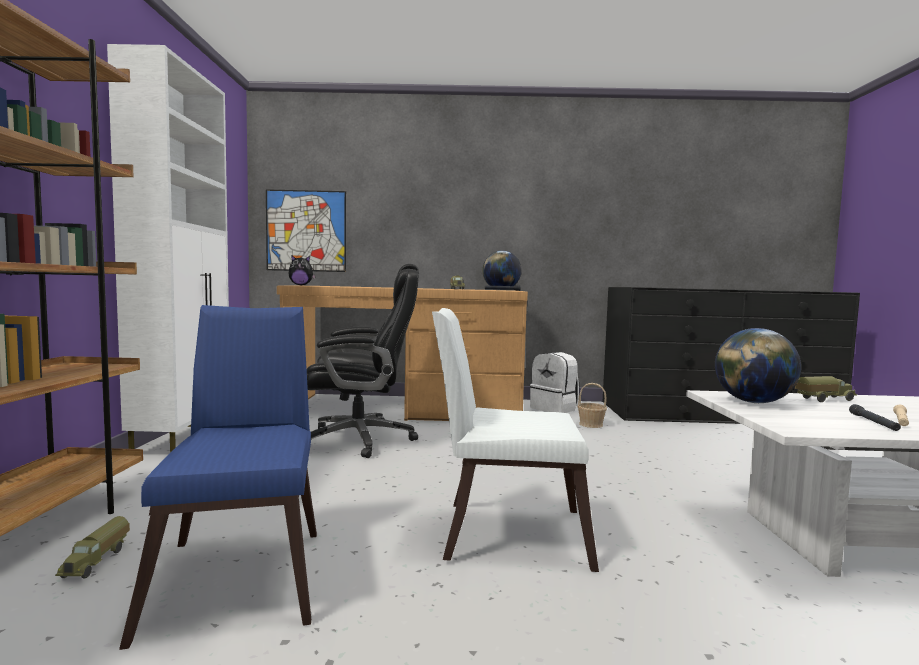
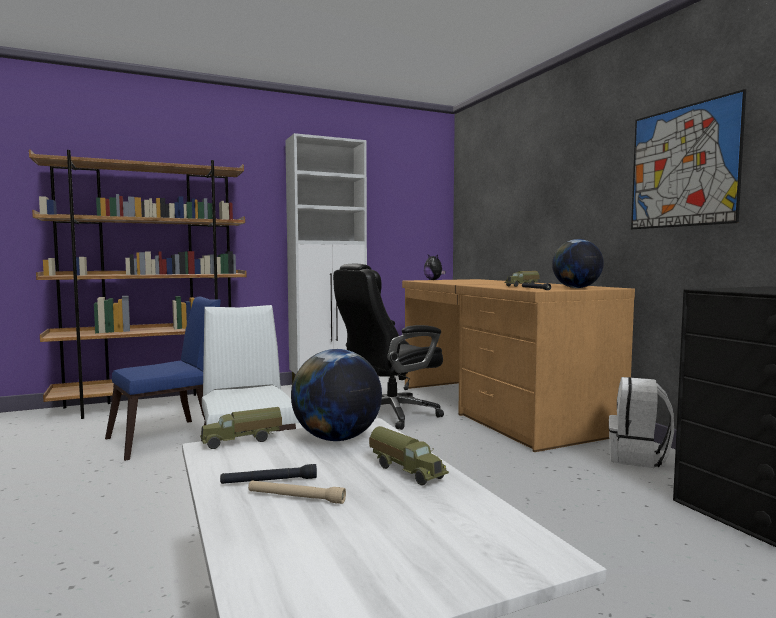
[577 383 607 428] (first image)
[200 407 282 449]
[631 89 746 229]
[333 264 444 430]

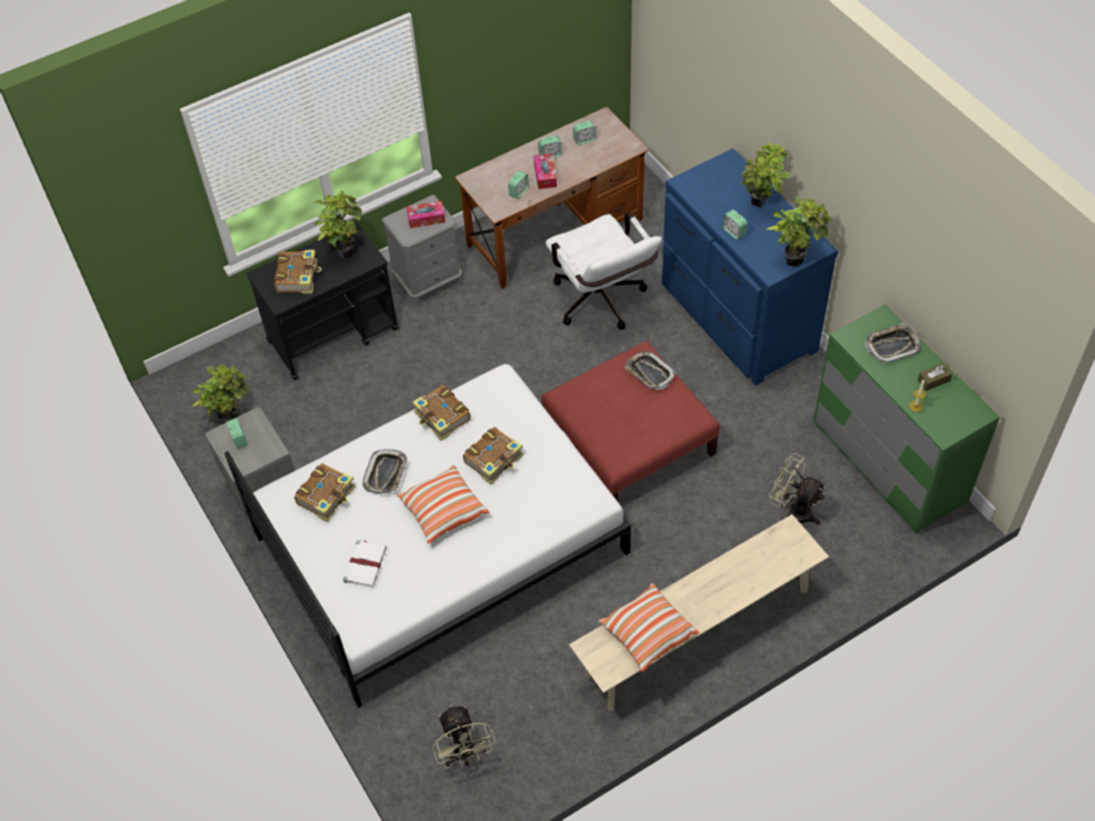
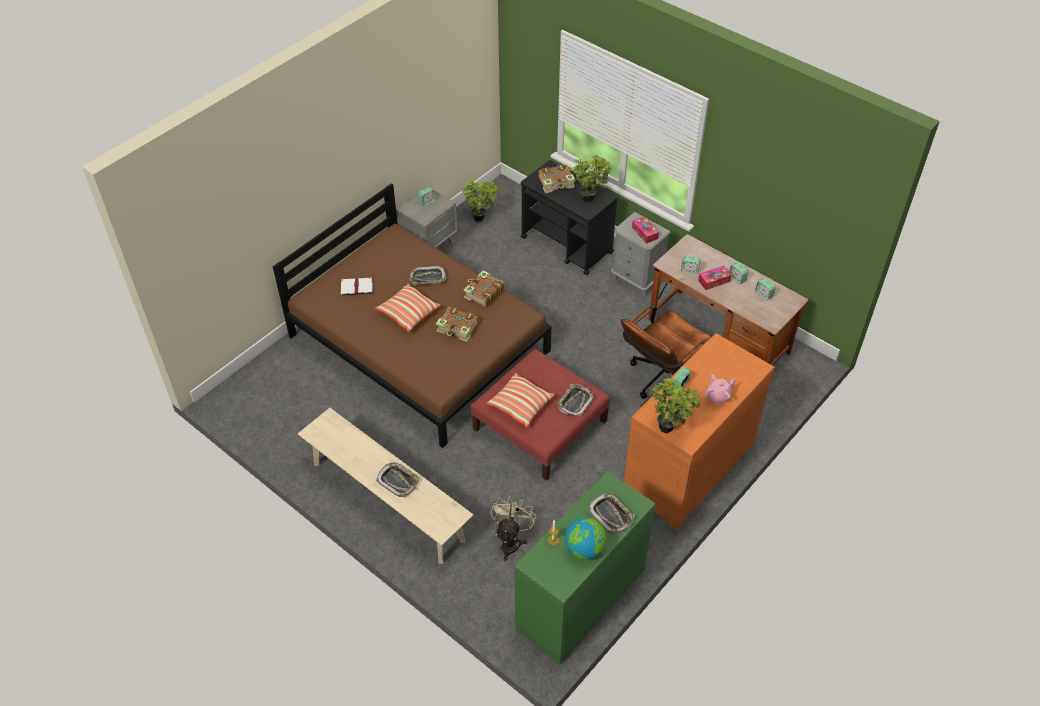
[294 463 356 522] (first image)
[433 705 496 768] (first image)
[376 462 419 497]
[486 373 555 428]
[704 374 736 404]
[565 517 607 560]
[273 183 552 448]
[621 305 712 399]
[624 333 775 531]

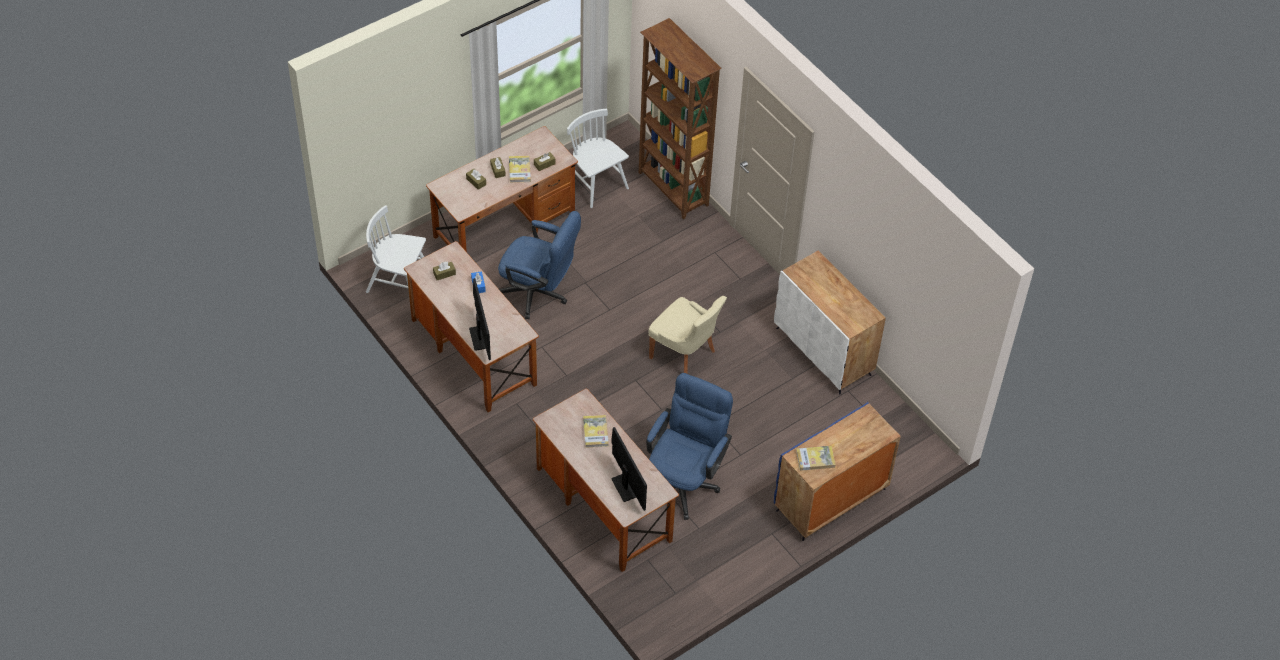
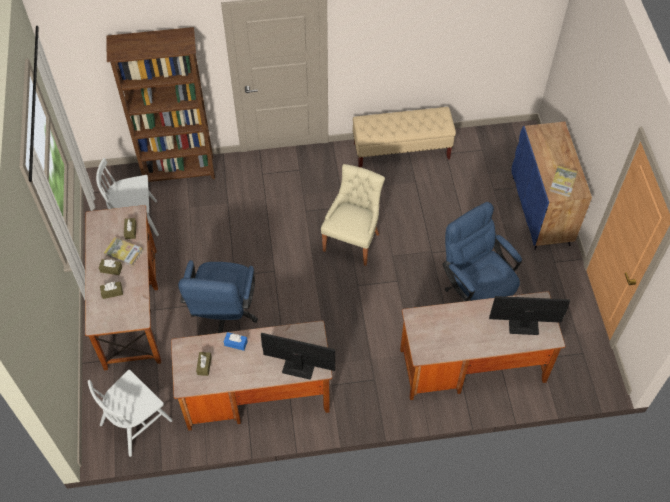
[583 415 609 448] (first image)
[352 107 456 168]
[178 260 258 333]
[321 164 385 266]

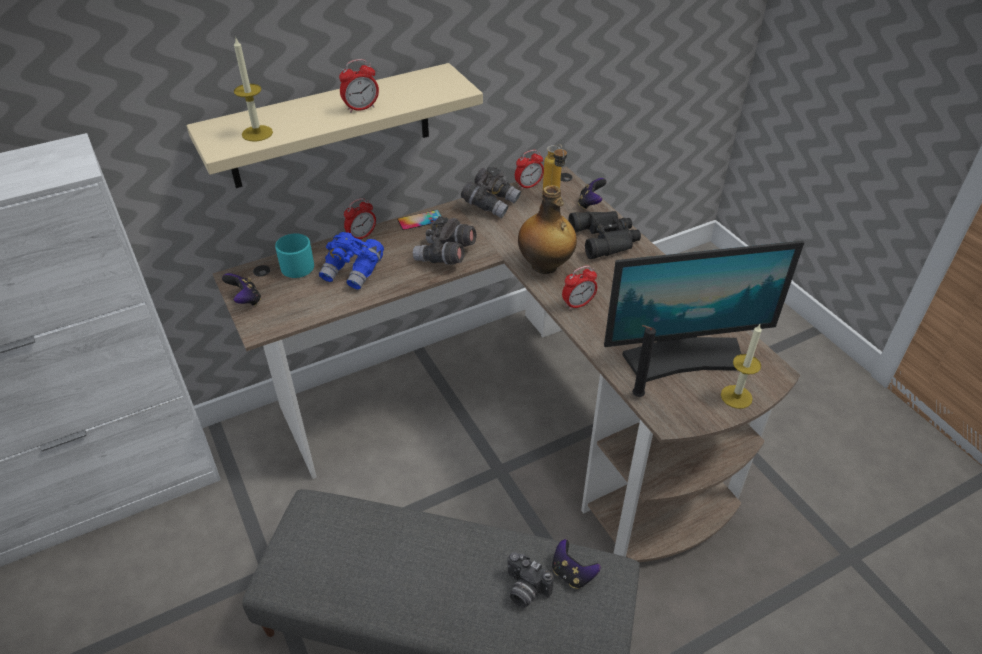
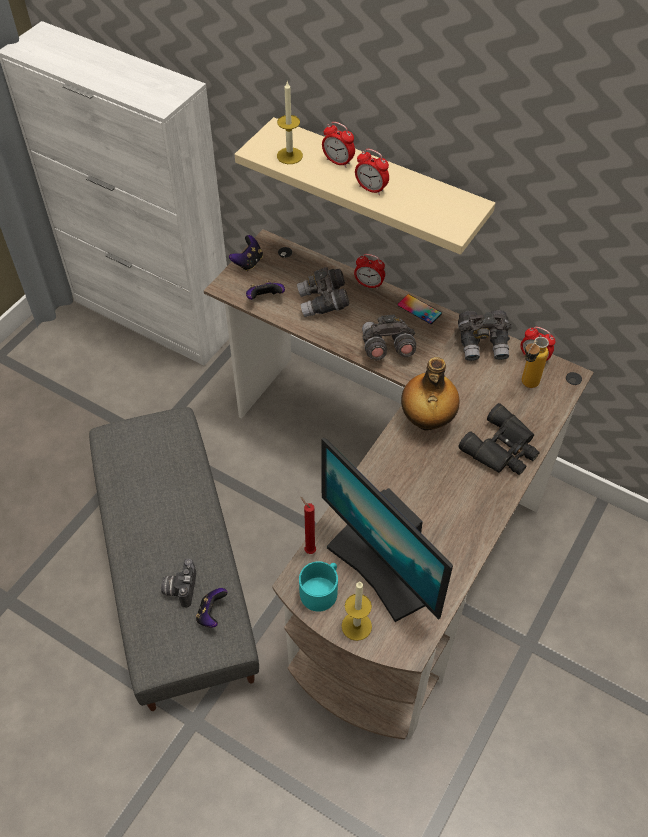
[299 561 338 612]
[322 122 355 168]
[246 280 285 300]
[297 267 350 317]
[300 497 316 554]

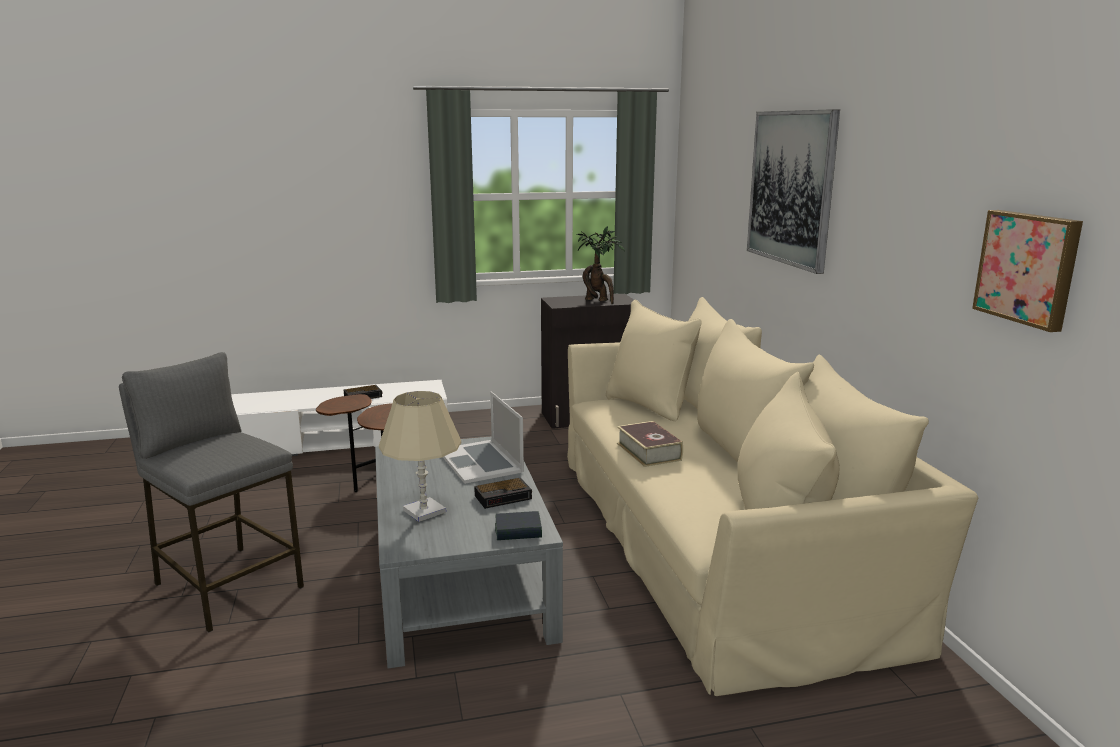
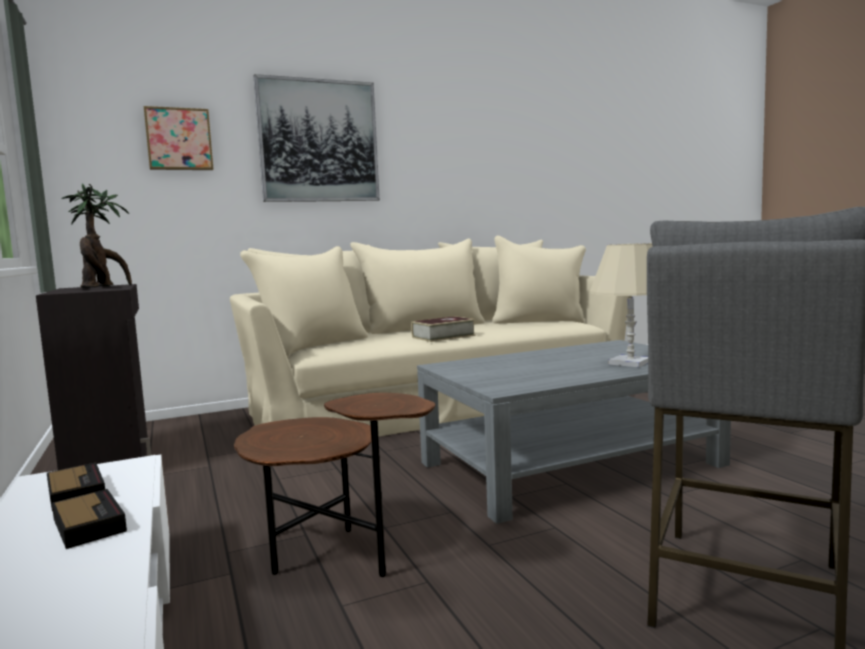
[443 391 524 484] (first image)
[495 511 542 540] (first image)
[47 463 105 511]
[144 106 213 170]

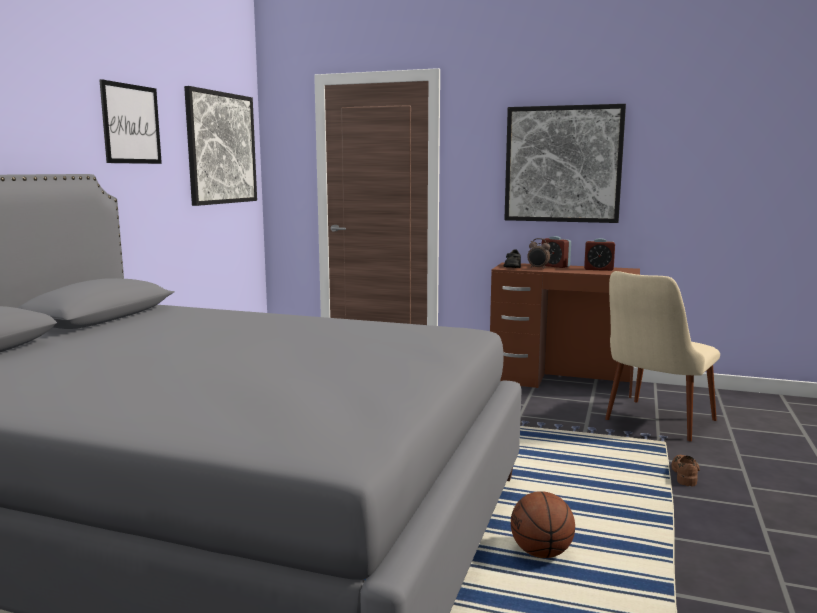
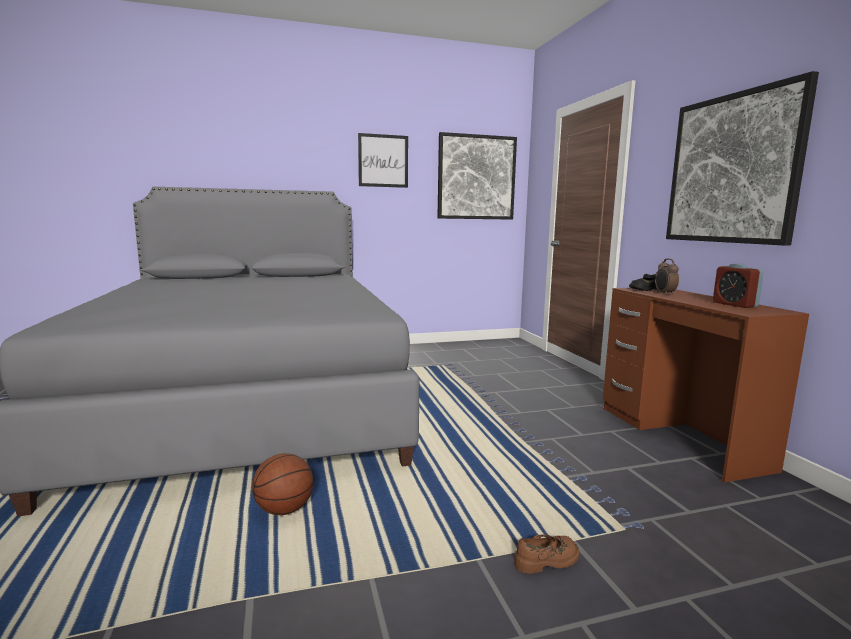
[542 236 571 268] (first image)
[605 271 720 441] (first image)

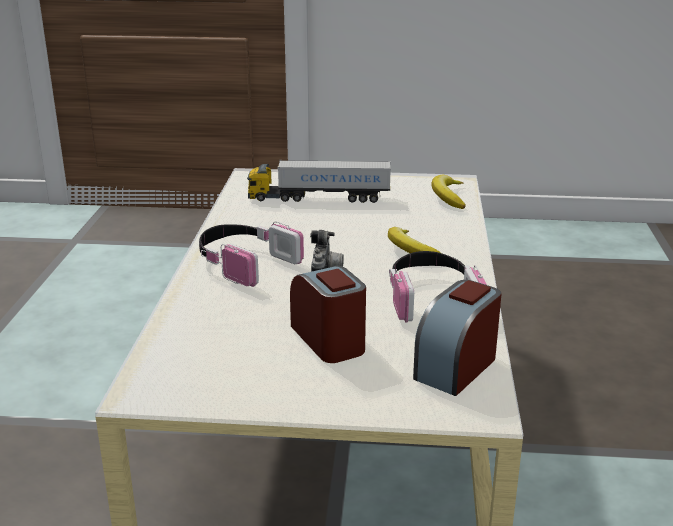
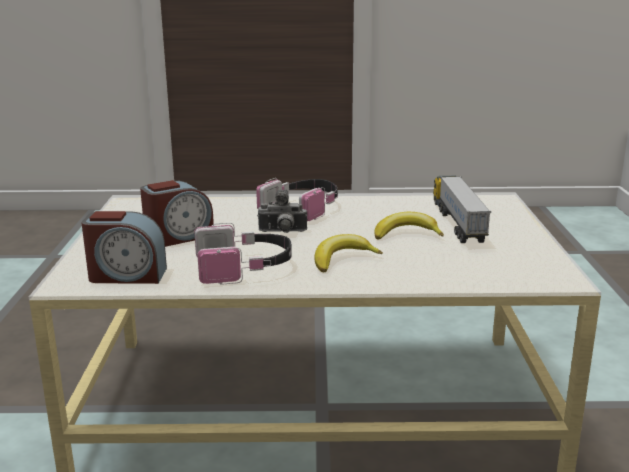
[375 212 444 240]
[82 211 167 284]

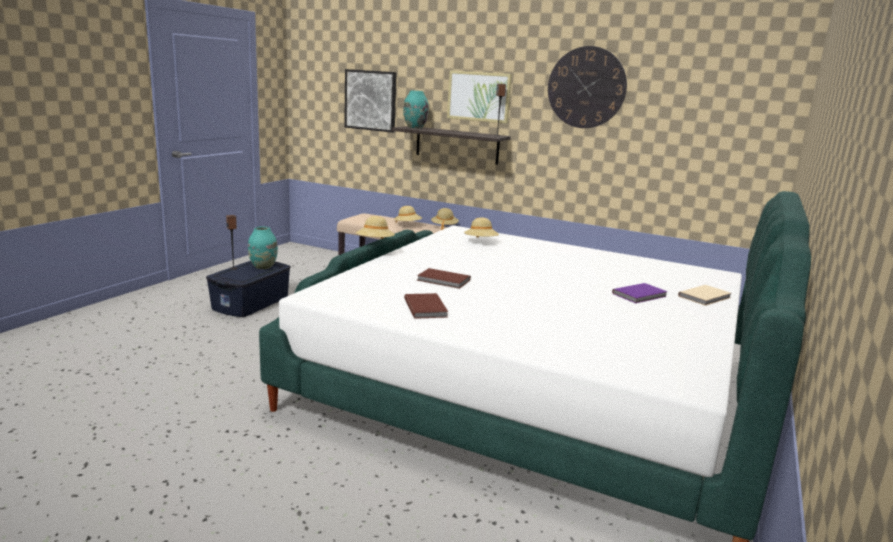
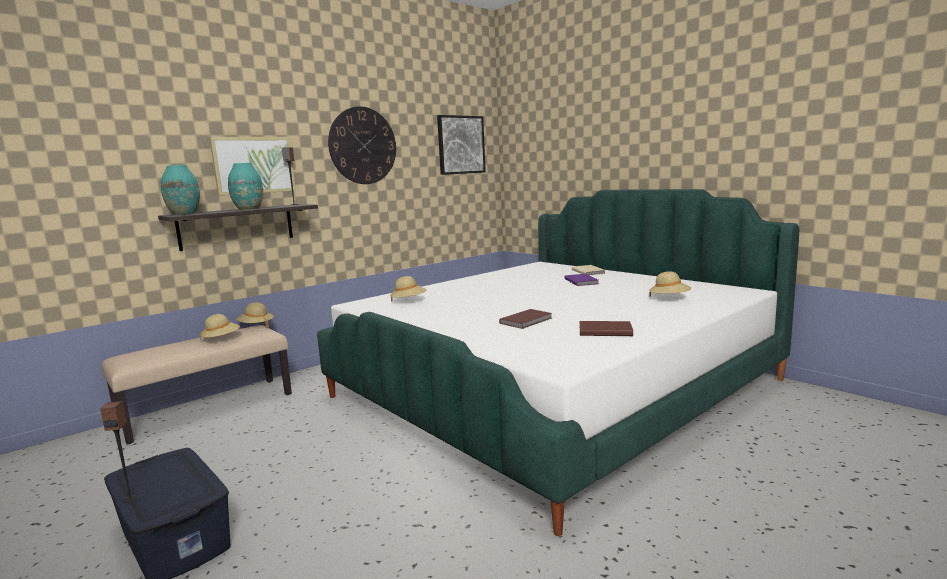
[228 163 263 210]
[437 115 486 175]
[649 271 691 297]

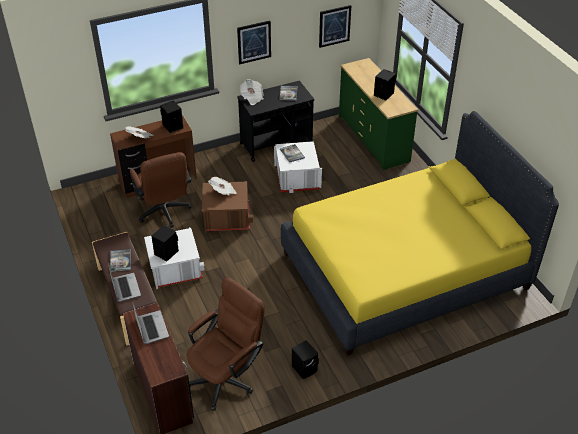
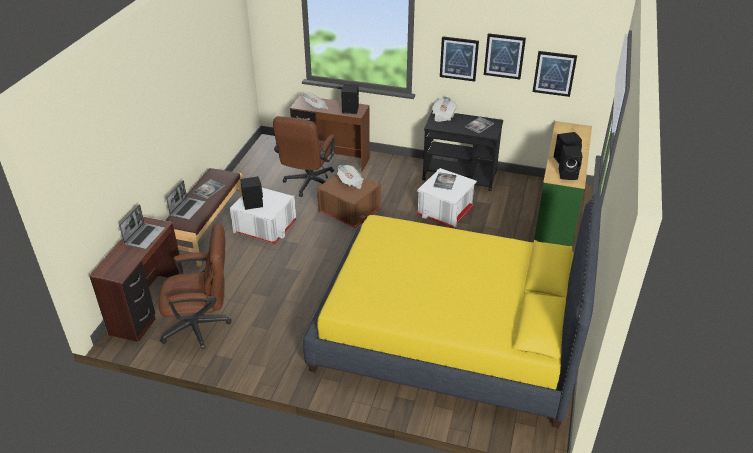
[484 33 526 79]
[559 145 583 180]

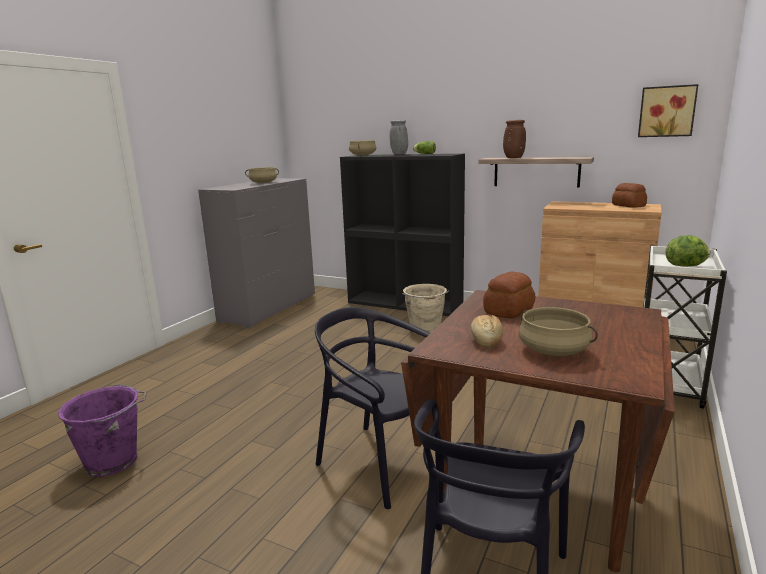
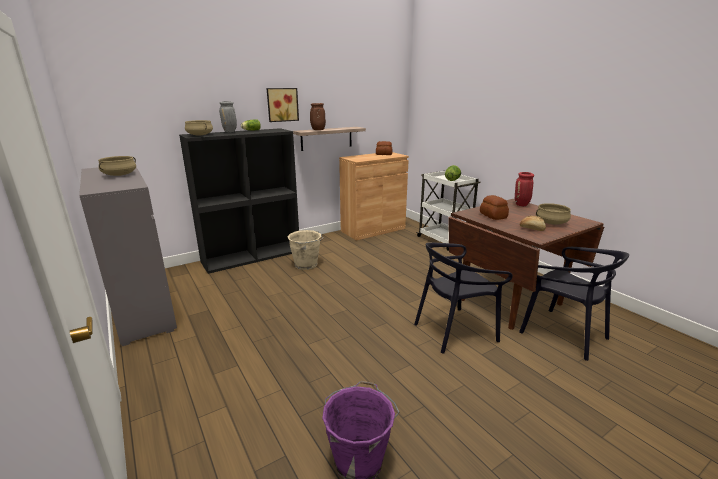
[515 172 534 206]
[267 88 299 122]

